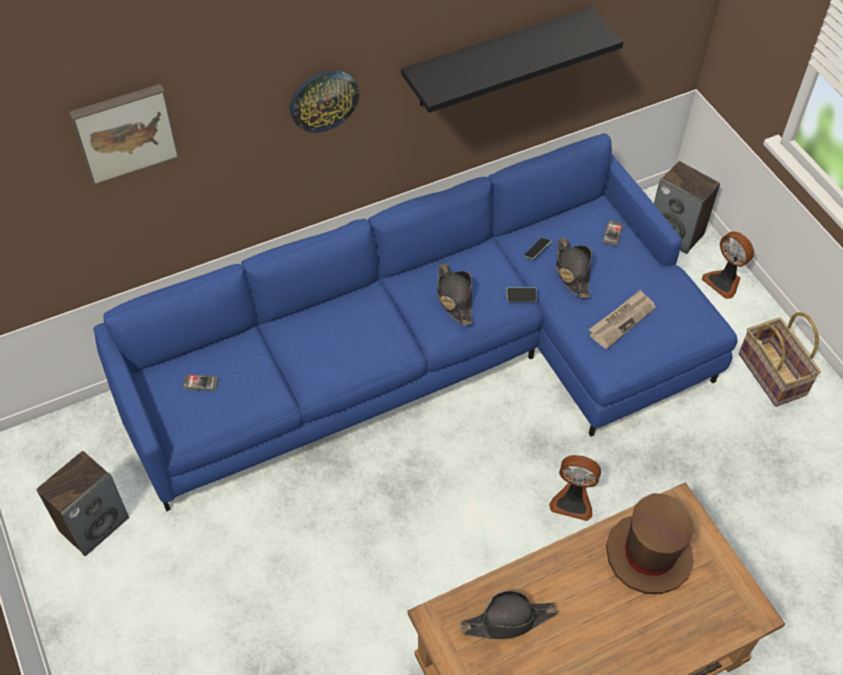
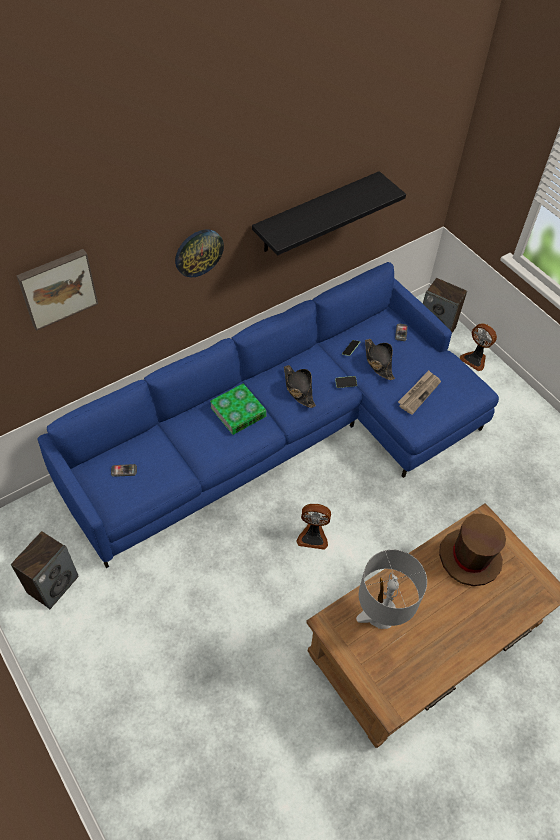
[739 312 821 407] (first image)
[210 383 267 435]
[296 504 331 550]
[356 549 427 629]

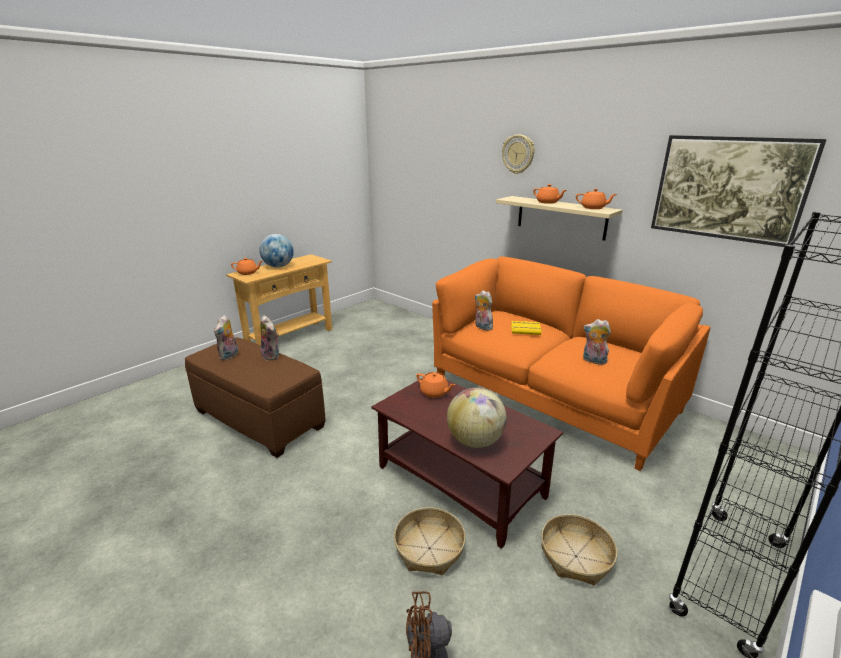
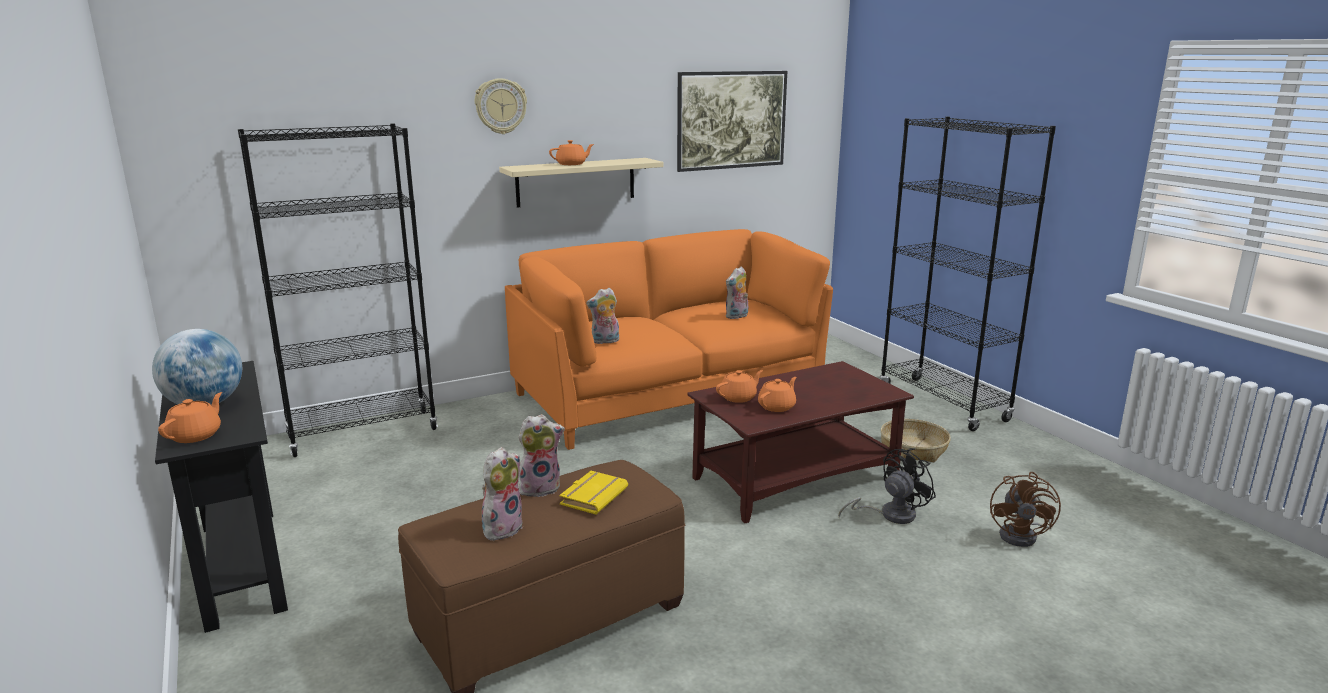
[447 388 507 448] (first image)
[238 123 438 457]
[559 471 628 515]
[758 377 797 412]
[838 448 936 524]
[155 361 288 633]
[482 447 523 541]

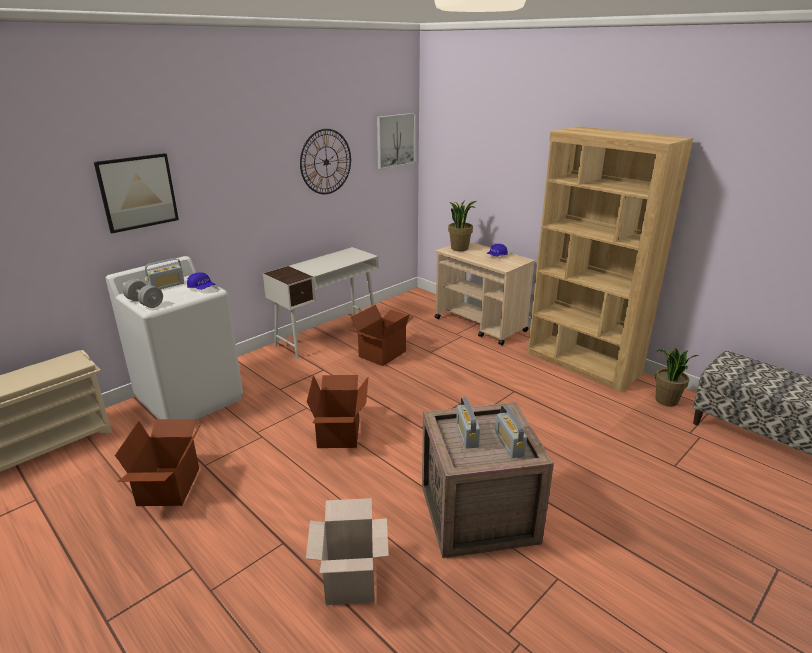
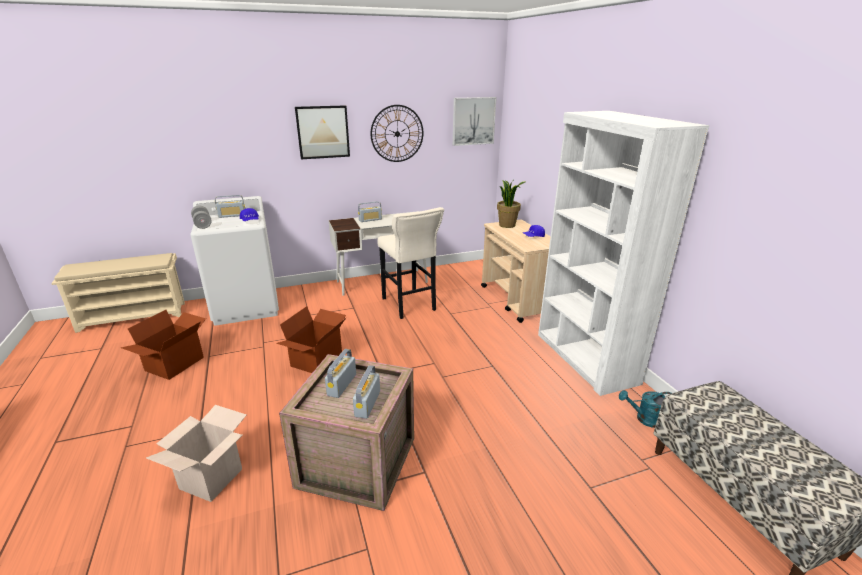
[358 201 382 222]
[295 105 350 159]
[378 207 444 319]
[619 390 672 428]
[538 111 709 396]

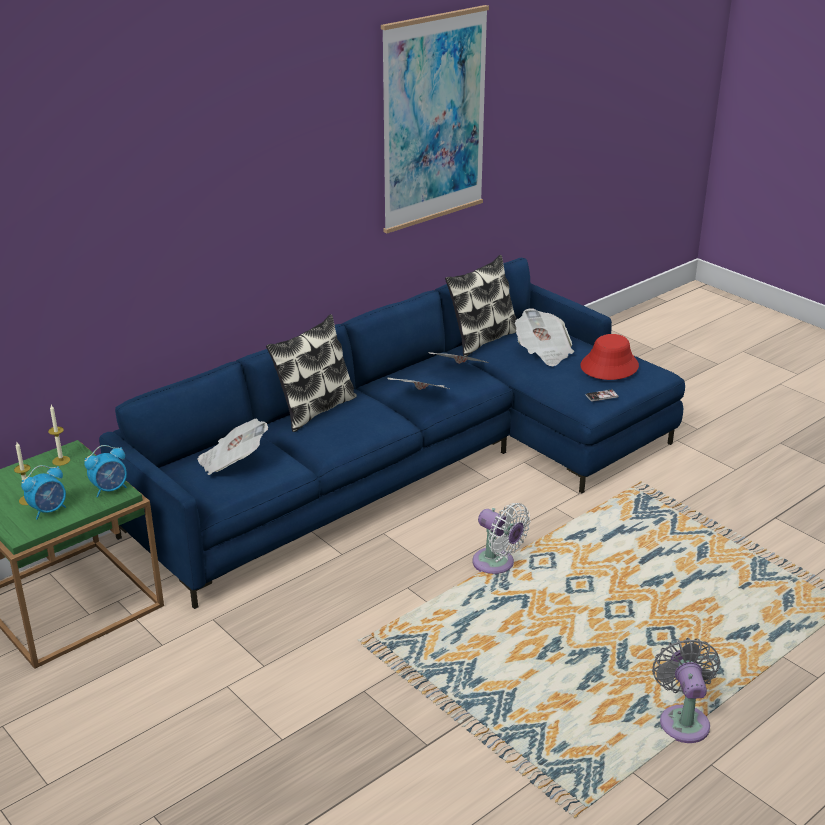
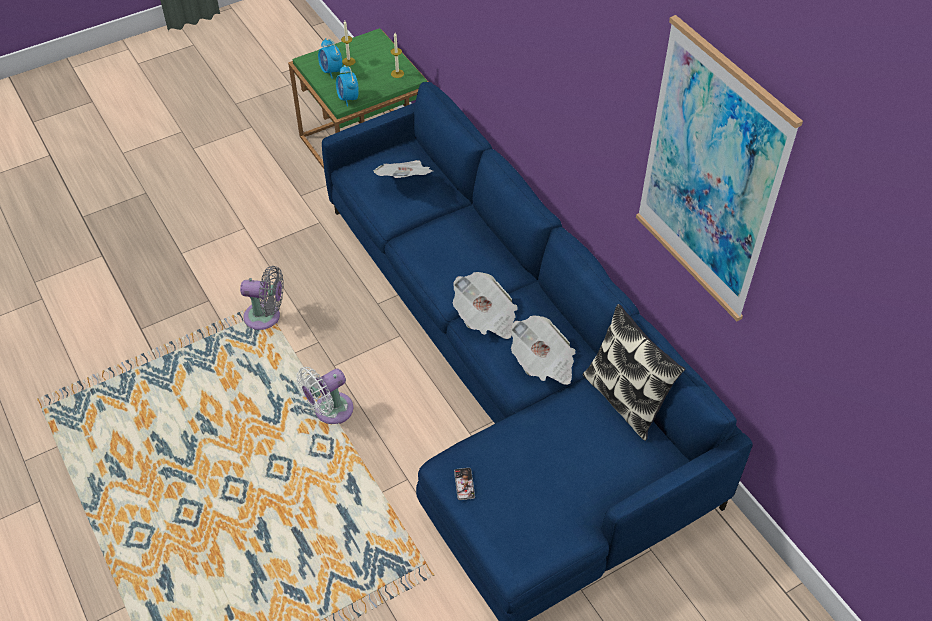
[266 314 357 432] (first image)
[515 308 574 366] (first image)
[581 334 639 380] (first image)
[240 266 284 330]

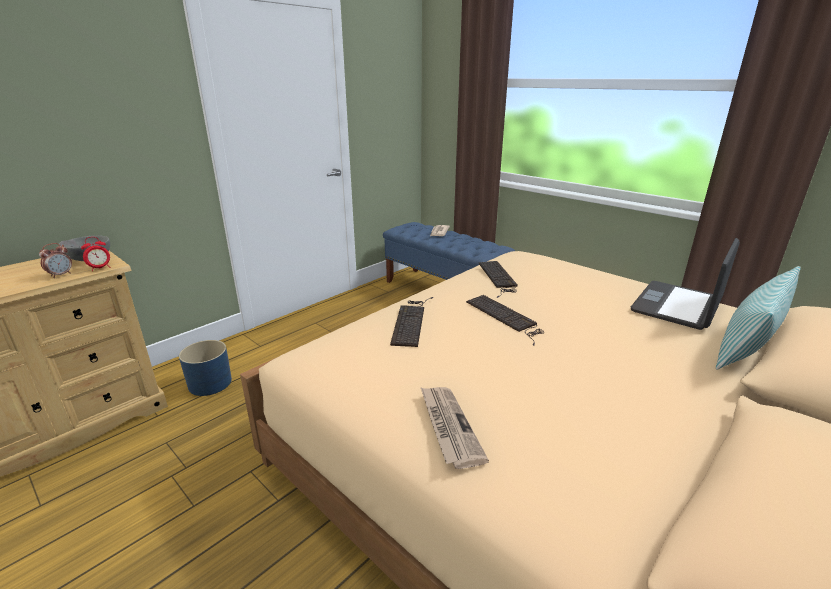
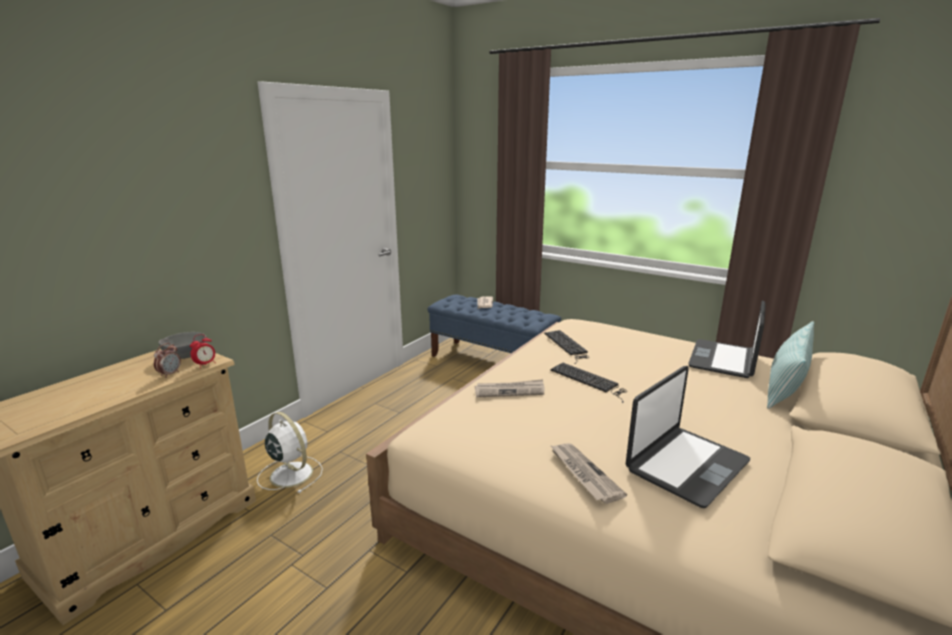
[626 366 750 508]
[257 412 323 493]
[475 379 545 398]

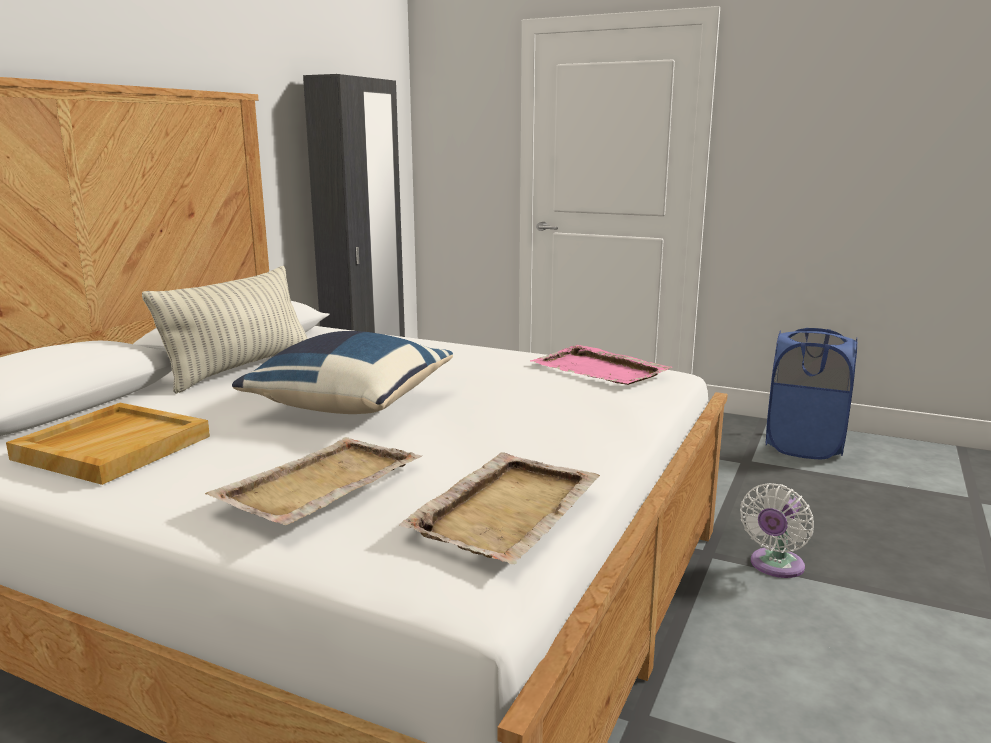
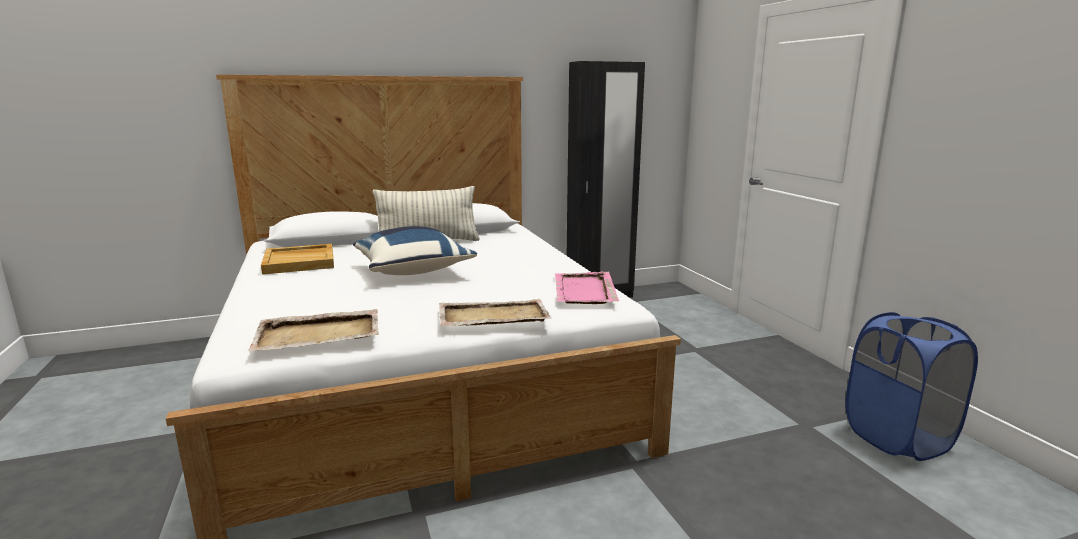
[740 483 814 578] (first image)
[439 299 551 326]

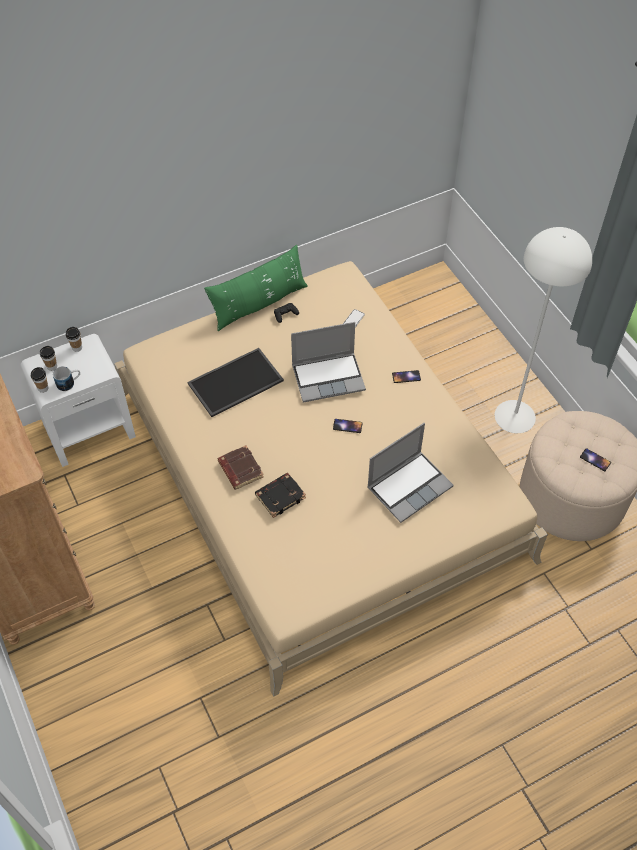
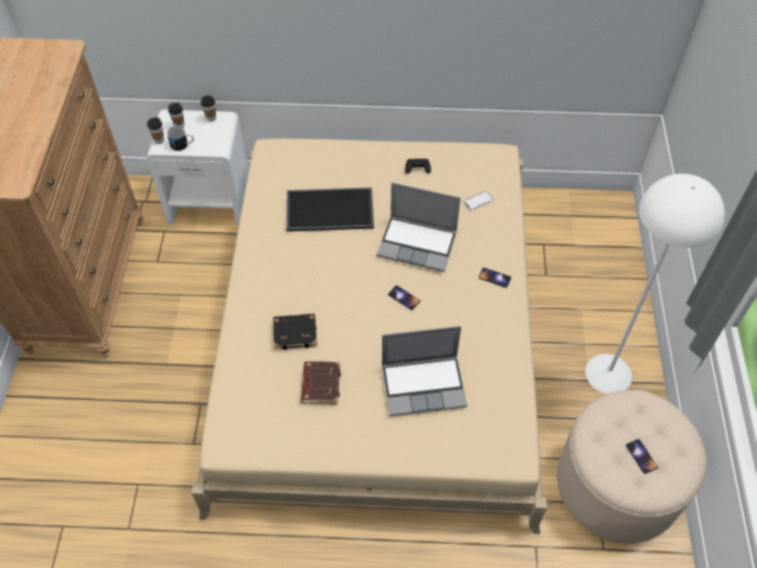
[204 245 308 331] (first image)
[301 361 341 404]

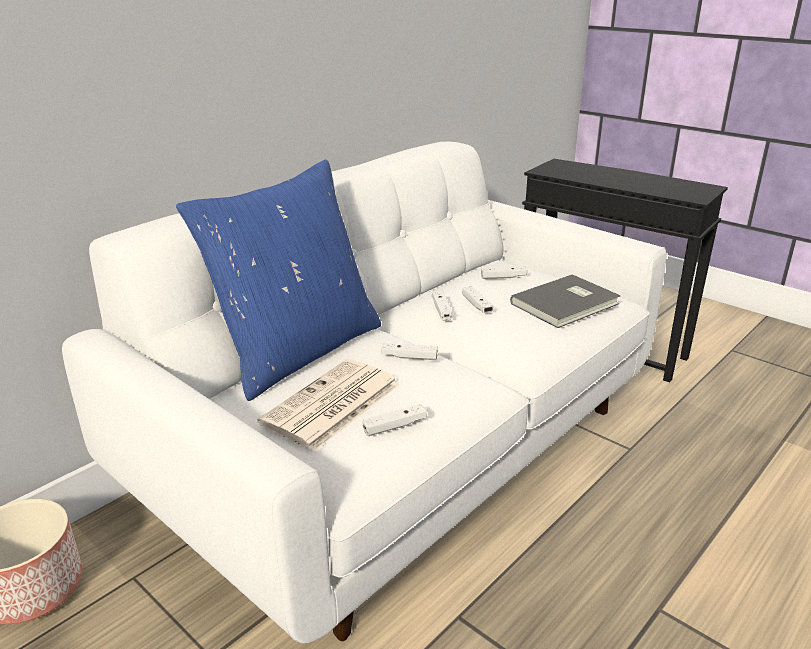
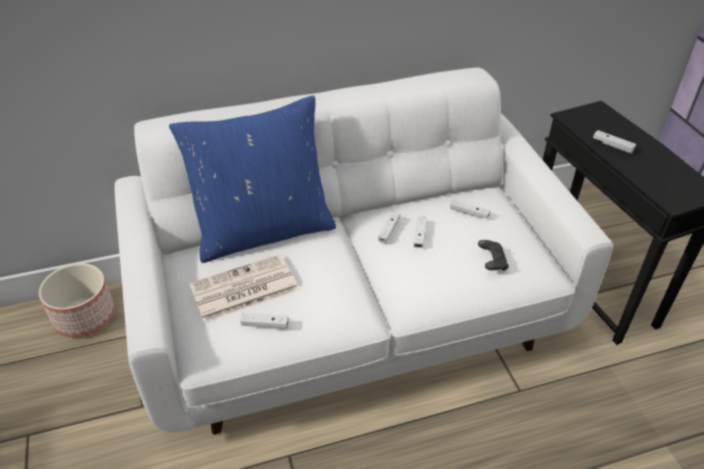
[593 130 636 154]
[478 240 509 271]

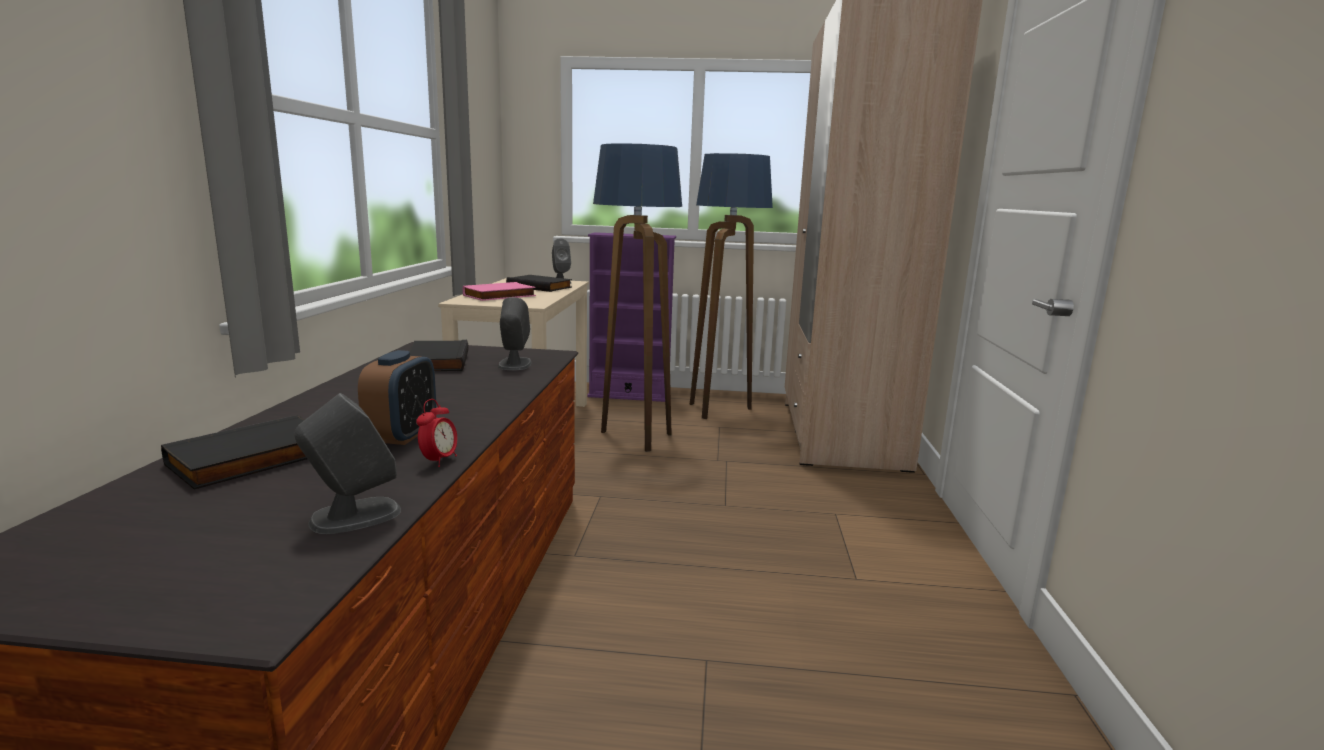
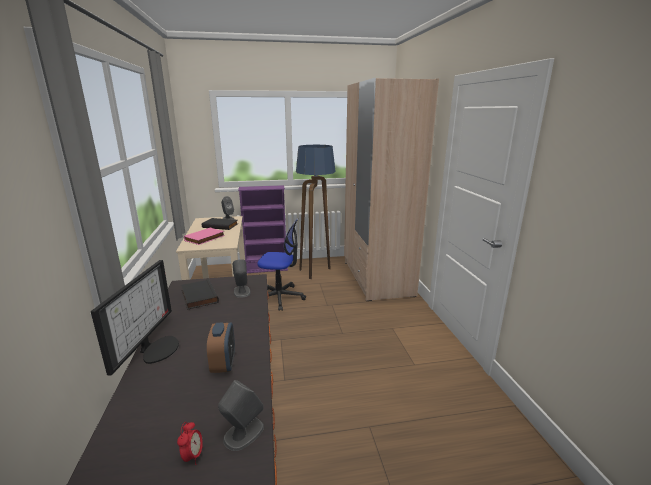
[161 415 307 490] (first image)
[91 260 179 376]
[177 422 203 465]
[257 219 306 311]

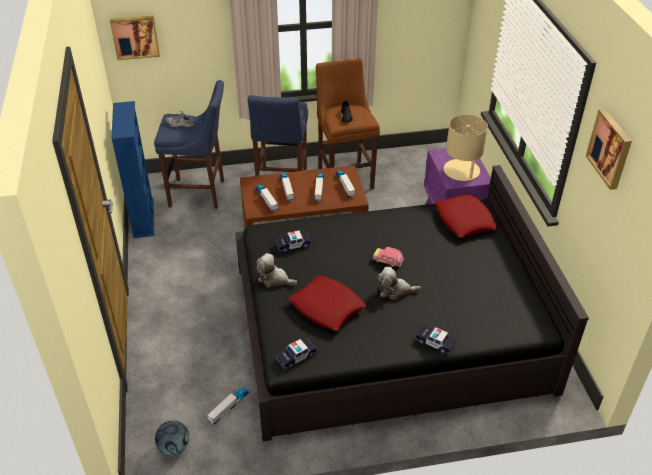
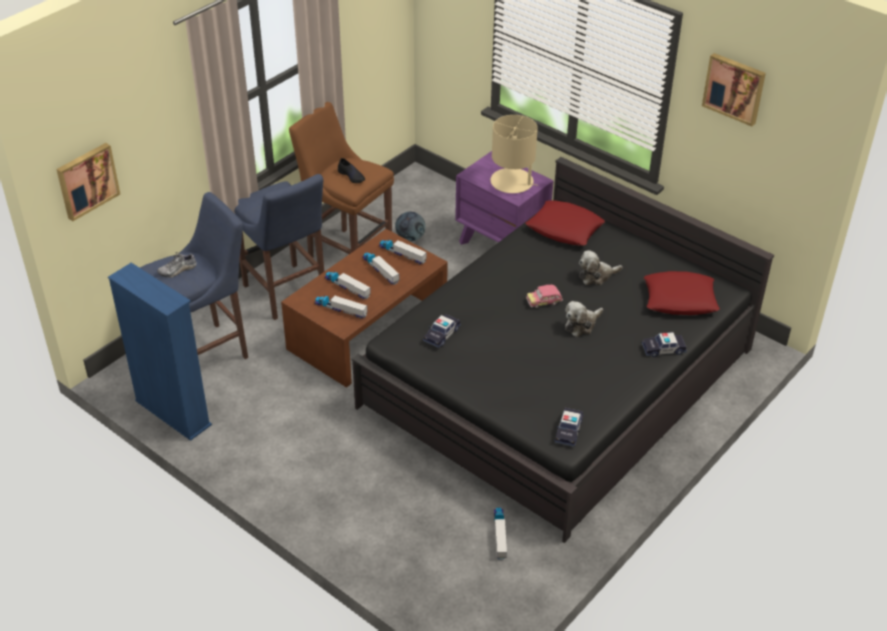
[395 212 426 242]
[579 250 623 285]
[644 271 720 315]

